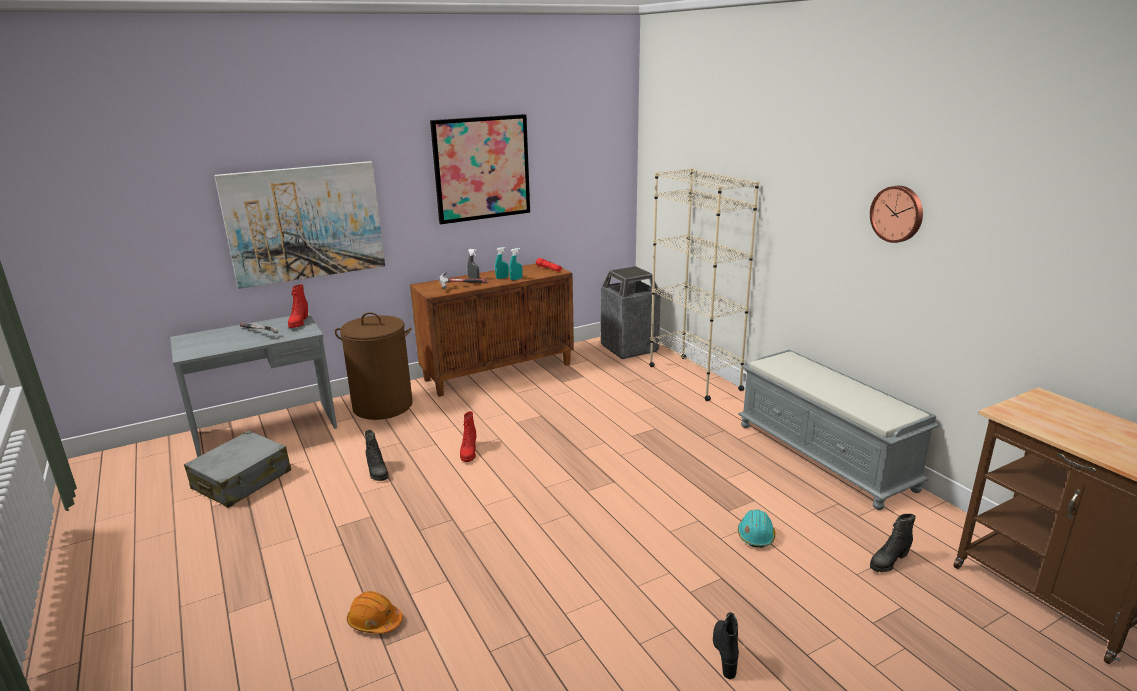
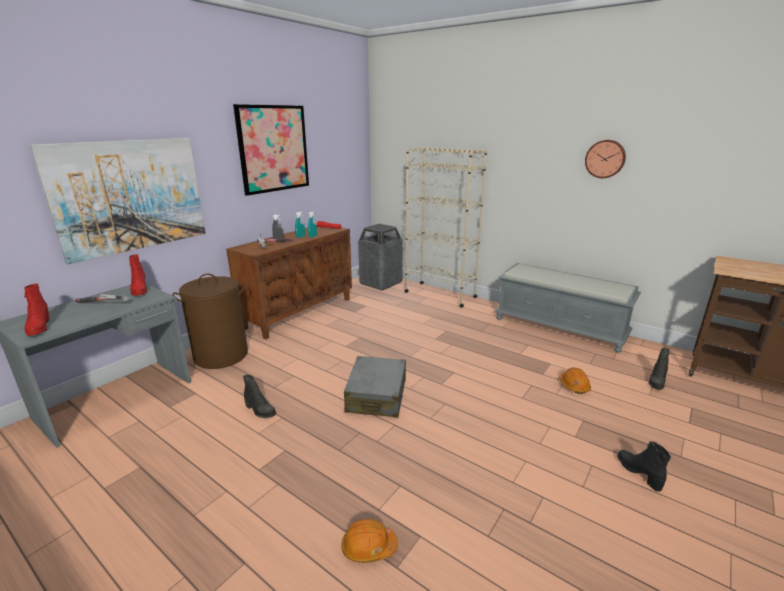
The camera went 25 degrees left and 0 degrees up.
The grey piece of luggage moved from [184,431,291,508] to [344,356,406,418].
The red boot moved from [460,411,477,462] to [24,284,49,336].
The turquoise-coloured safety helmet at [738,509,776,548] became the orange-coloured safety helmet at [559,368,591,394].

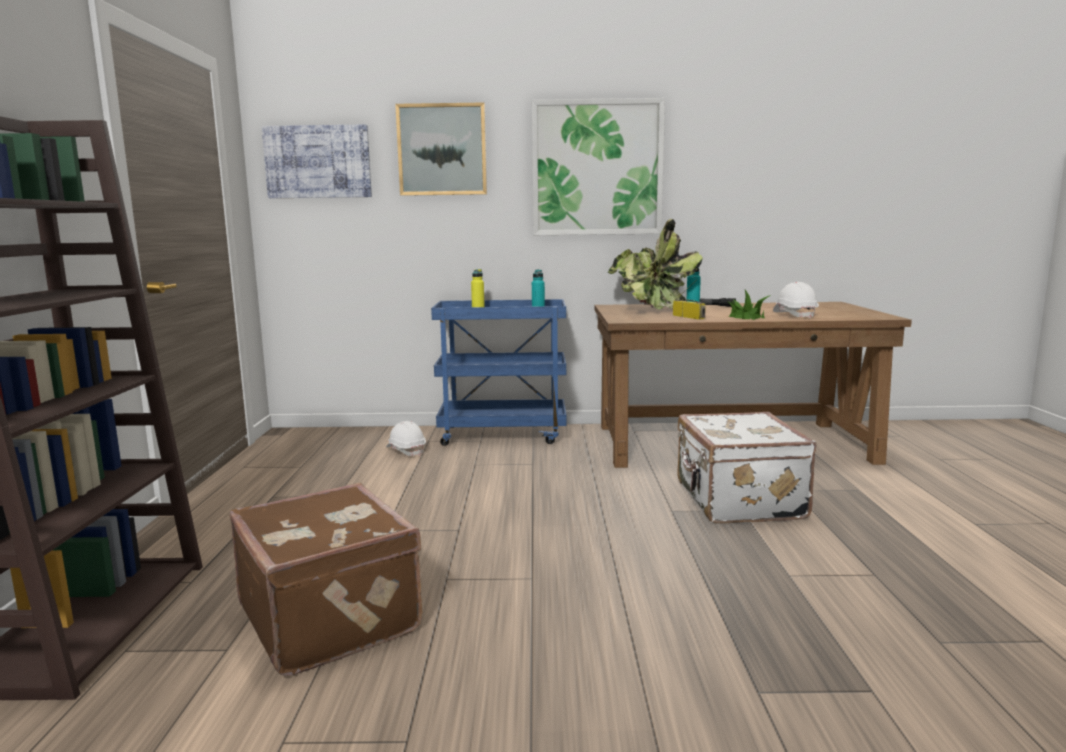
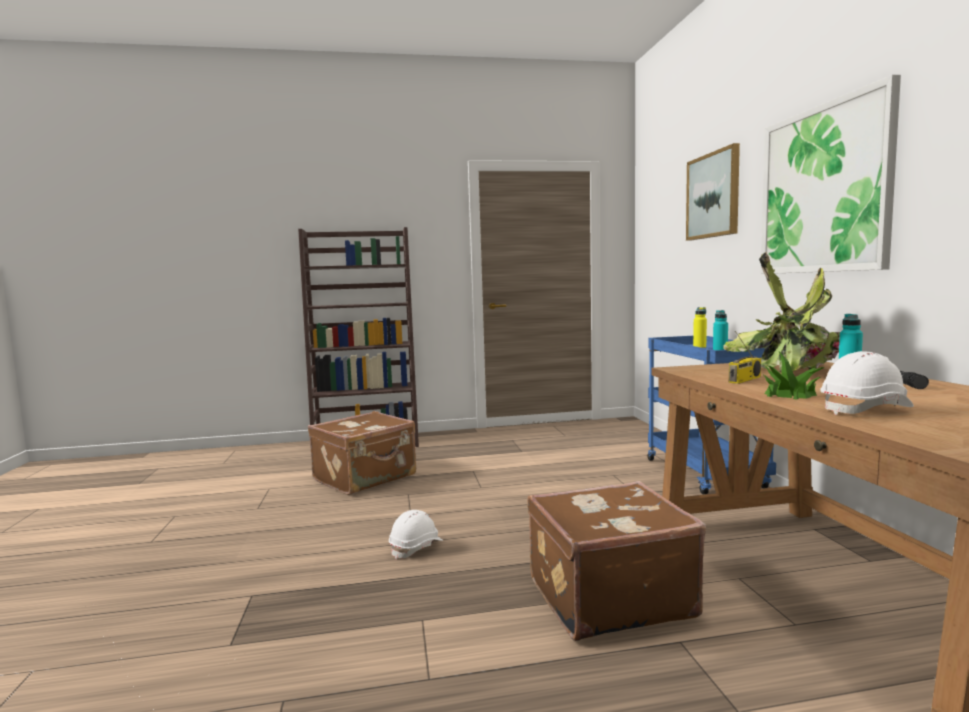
The camera went 80 degrees right and 5 degrees down.
The wall picture at [262,125,372,198] disappeared.
The white-coloured safety helmet moved from [386,421,426,456] to [389,510,443,560].
The white-coloured piece of luggage at [677,412,816,524] became the brownish piece of luggage at [528,481,706,641].

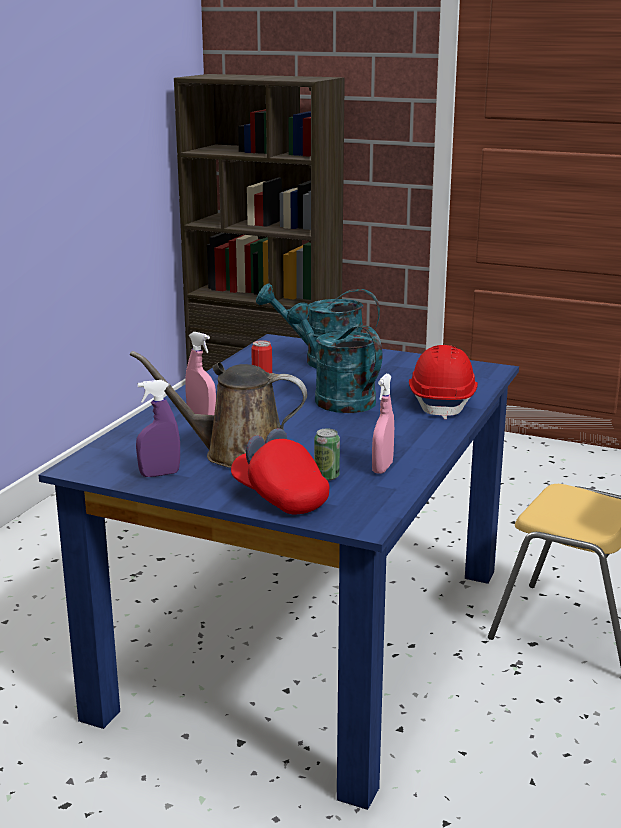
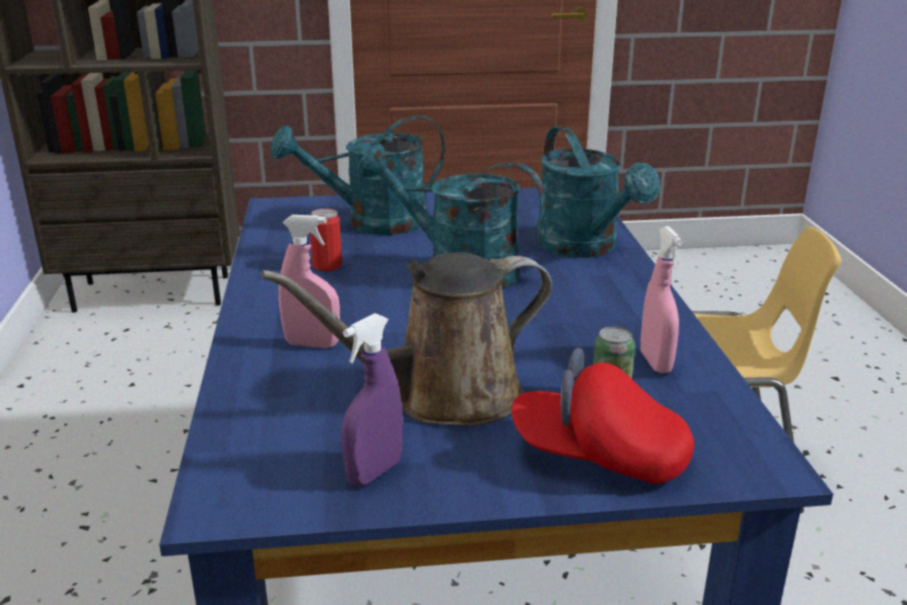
The camera went 30 degrees left and 5 degrees up.
The red safety helmet at [409,345,478,419] was replaced by the turquoise-coloured sprinkling can at [537,126,660,258].

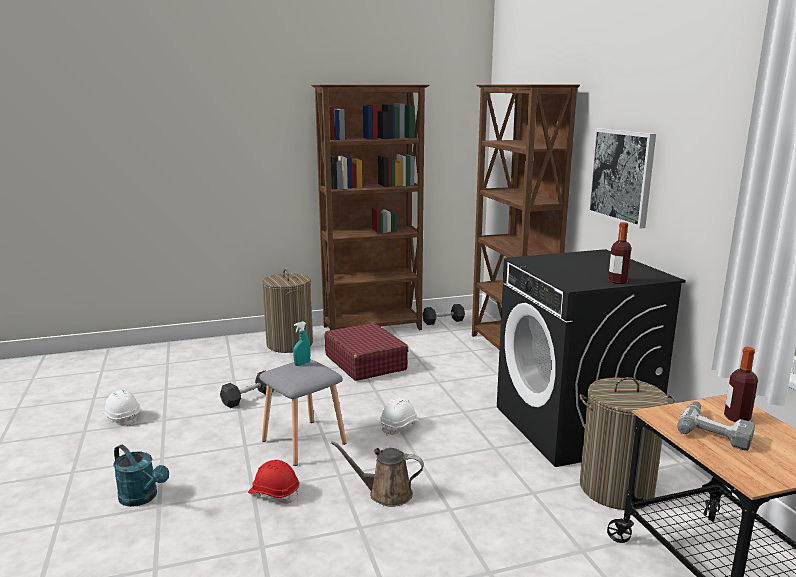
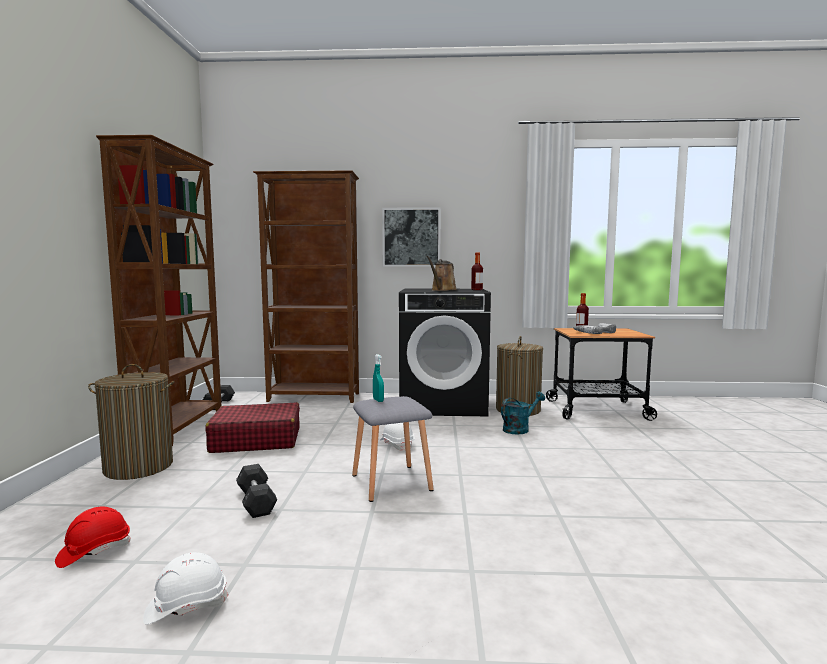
The camera went 70 degrees left and 10 degrees down.
The turquoise-coloured sprinkling can moved from [113,445,169,507] to [501,392,545,435].
The red safety helmet moved from [248,460,299,503] to [55,507,131,568].
The brownish sprinkling can moved from [331,441,424,507] to [427,256,457,291].

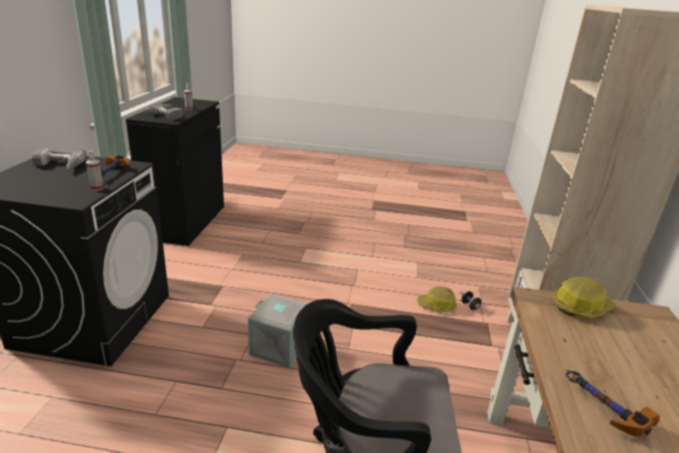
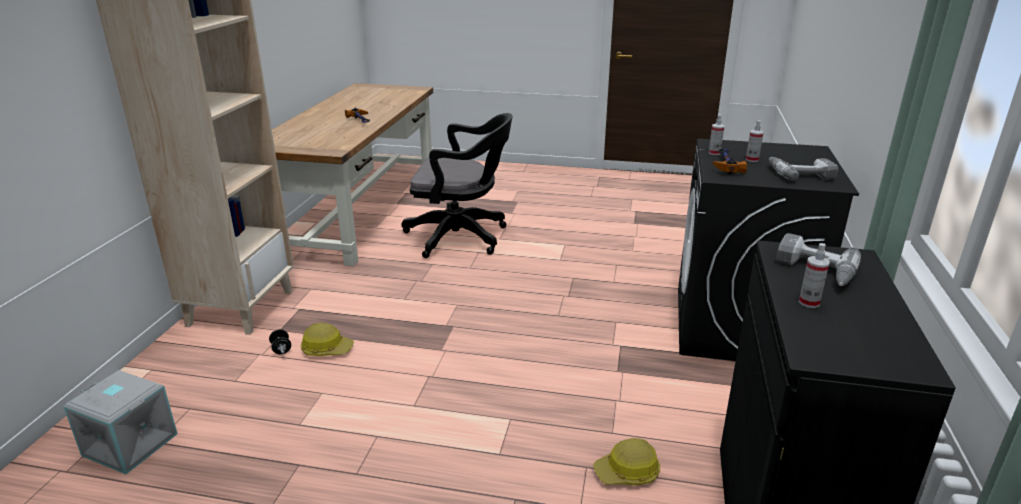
The camera went 175 degrees left and 0 degrees up.
The grey storage box moved from [248,294,307,368] to [63,370,177,474].
The safety helmet moved from [553,277,616,318] to [593,438,660,485].
The hand sprayer at [746,120,764,162] appeared.

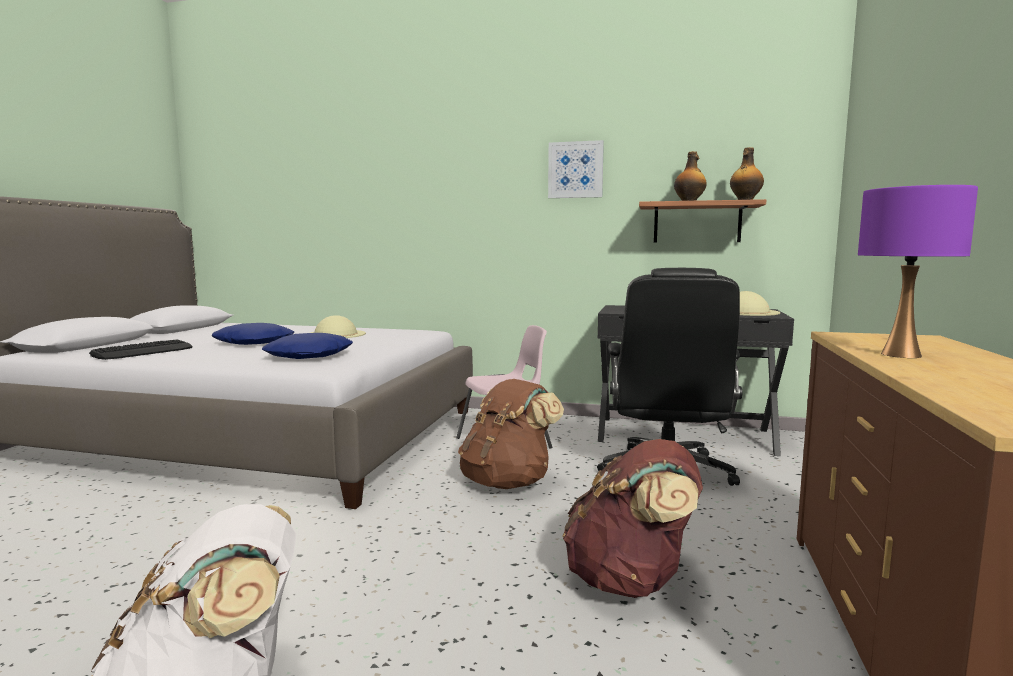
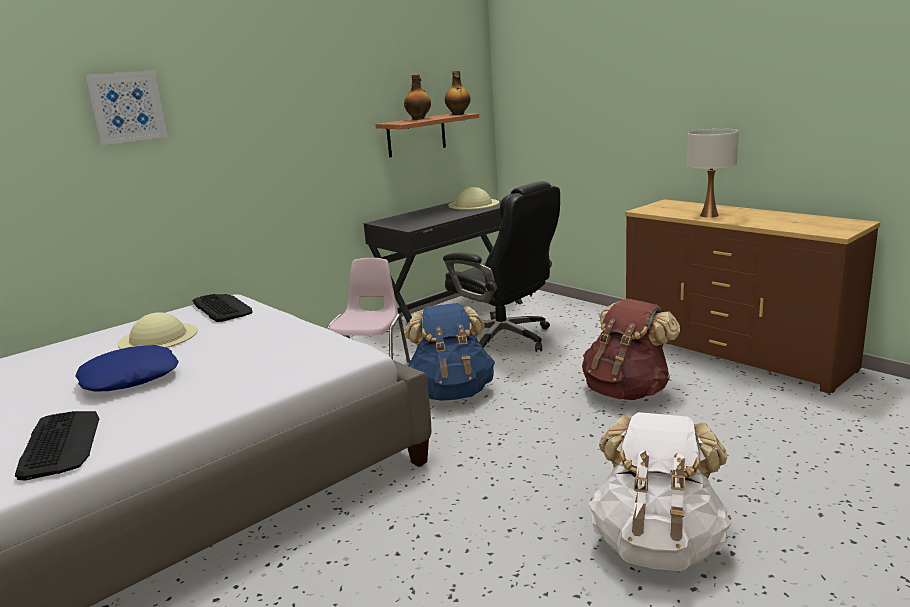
The camera went 55 degrees left and 10 degrees up.
The blue throw pillow at [262,333,353,359] disappeared.
The brownish rucksack at [458,379,564,489] became the blue rucksack at [404,303,495,401].
The wall picture moved from [548,140,604,198] to [84,70,168,145].
The purplish table lamp at [858,185,978,358] became the white-coloured table lamp at [687,129,739,218].
The computer keyboard at [193,294,253,322] appeared.

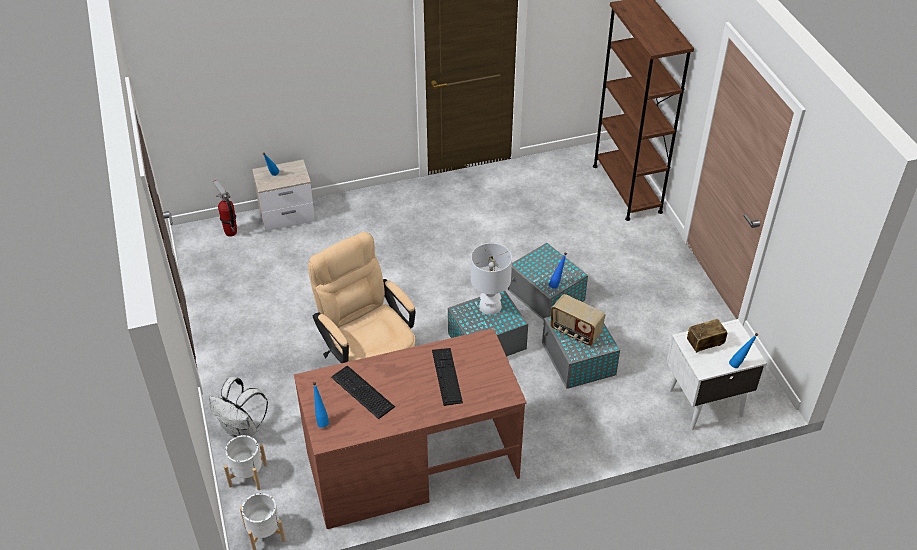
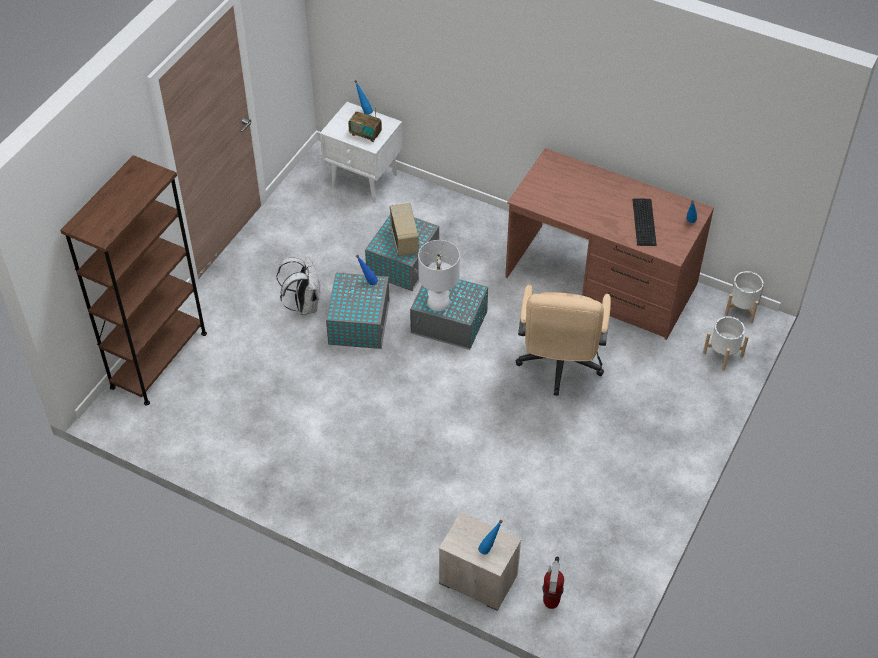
The camera went 135 degrees left and 5 degrees up.
The white-coloured rucksack moved from [209,377,268,438] to [276,257,320,315].
The computer keyboard at [432,348,463,406] disappeared.

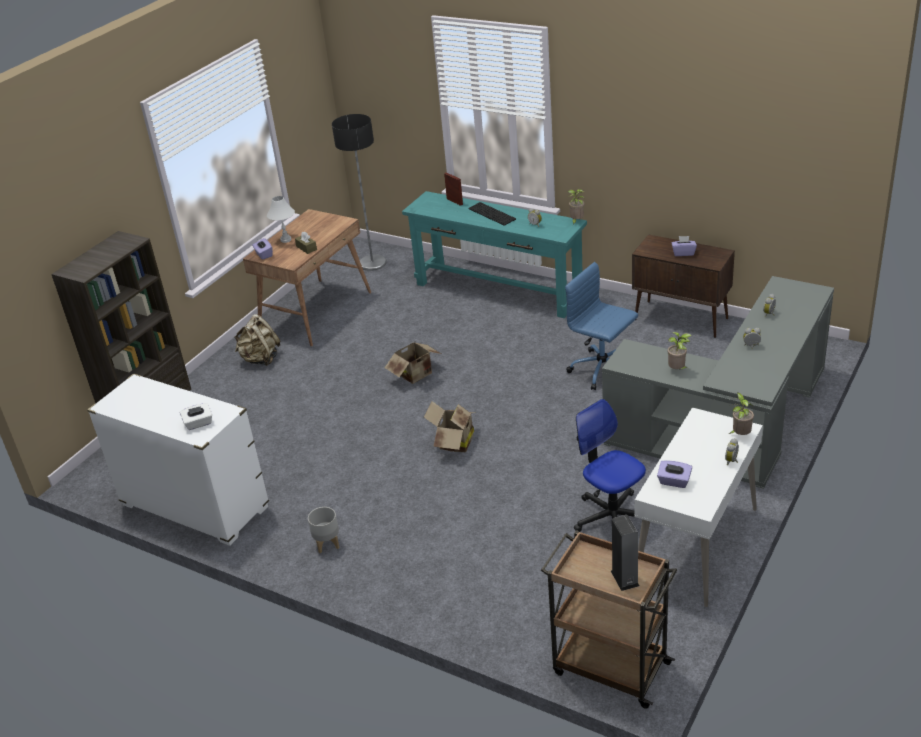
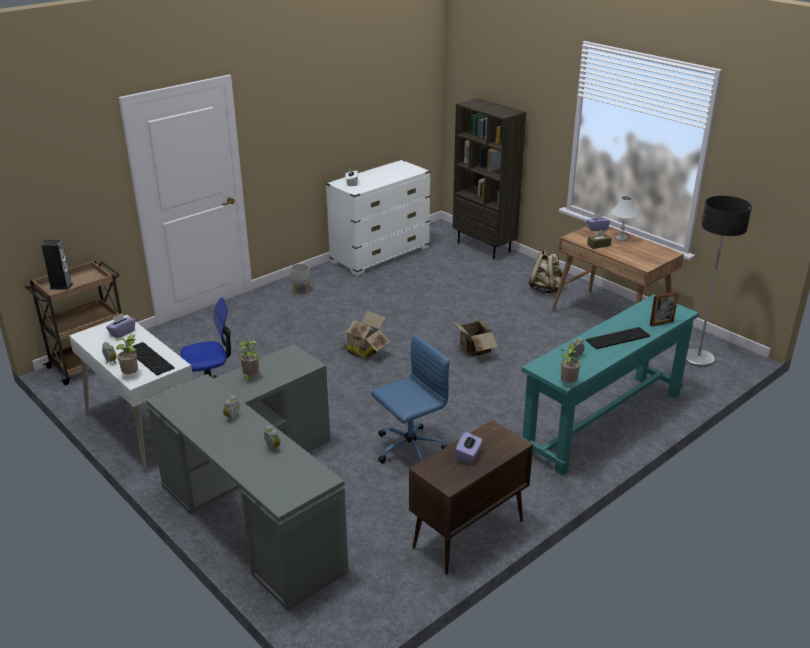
The camera went 105 degrees right and 5 degrees down.
The computer keyboard at [133,342,175,375] appeared.

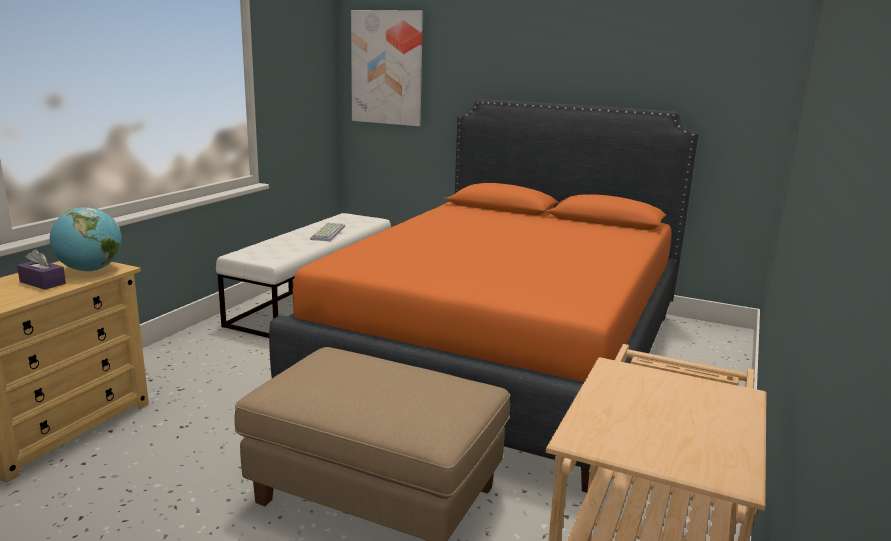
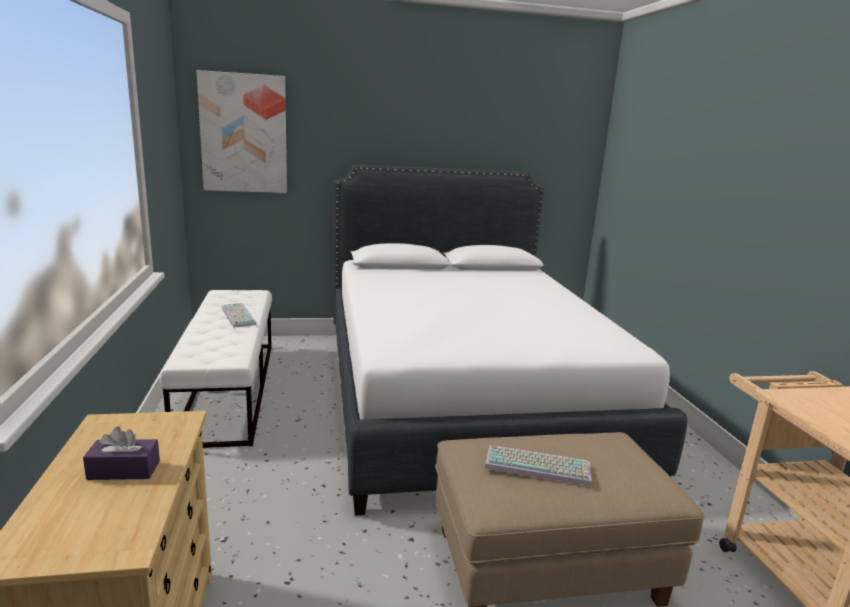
The camera went 35 degrees left and 0 degrees up.
The desk globe at [50,207,122,272] disappeared.
The orange-coloured sleeping bed at [269,99,699,493] became the white-coloured sleeping bed at [333,165,688,516].
The computer keyboard at [485,445,592,486] appeared.

